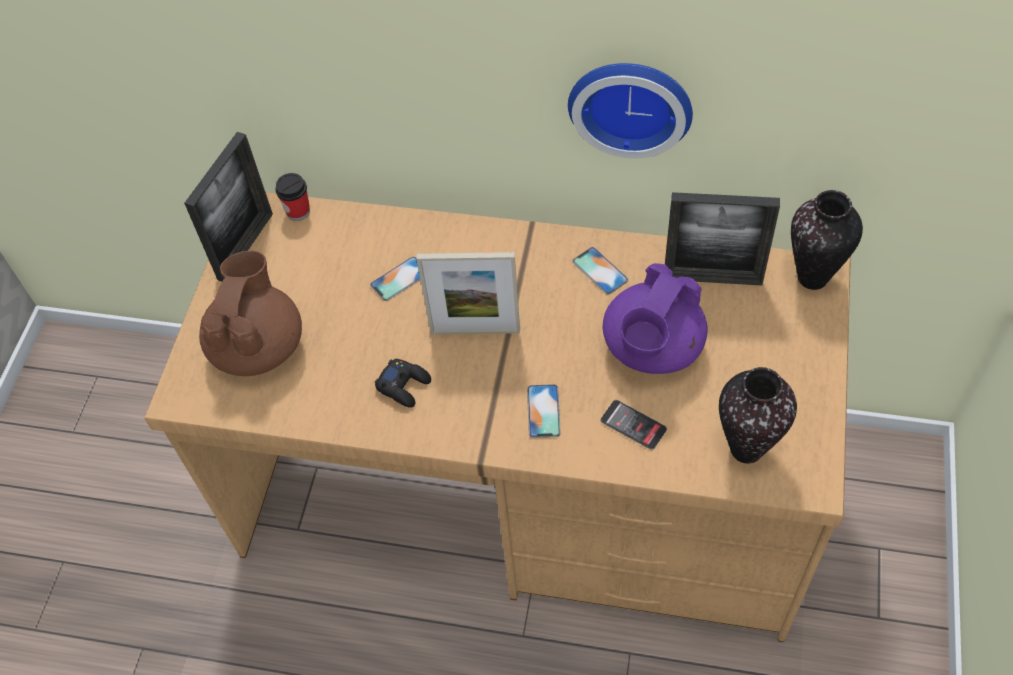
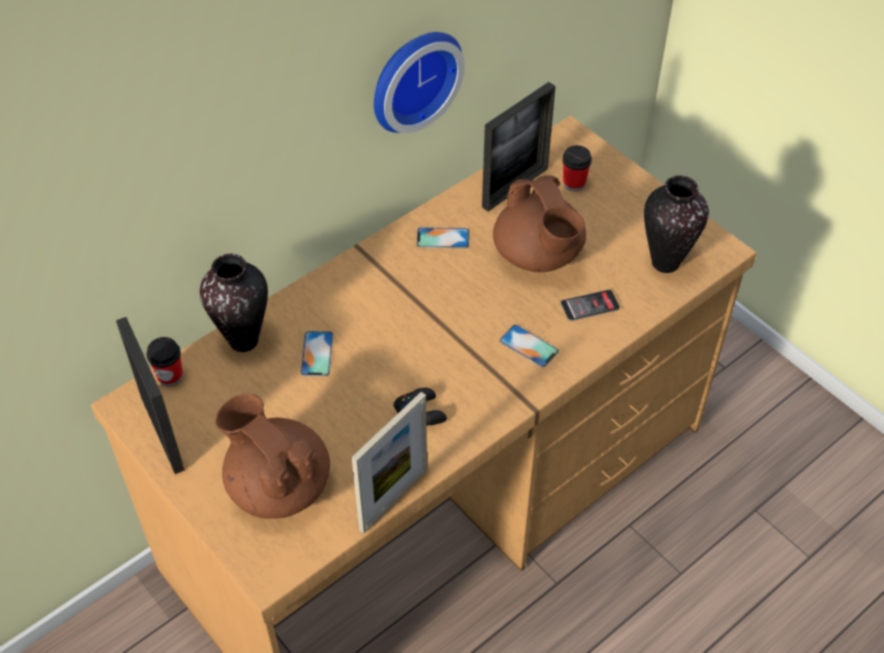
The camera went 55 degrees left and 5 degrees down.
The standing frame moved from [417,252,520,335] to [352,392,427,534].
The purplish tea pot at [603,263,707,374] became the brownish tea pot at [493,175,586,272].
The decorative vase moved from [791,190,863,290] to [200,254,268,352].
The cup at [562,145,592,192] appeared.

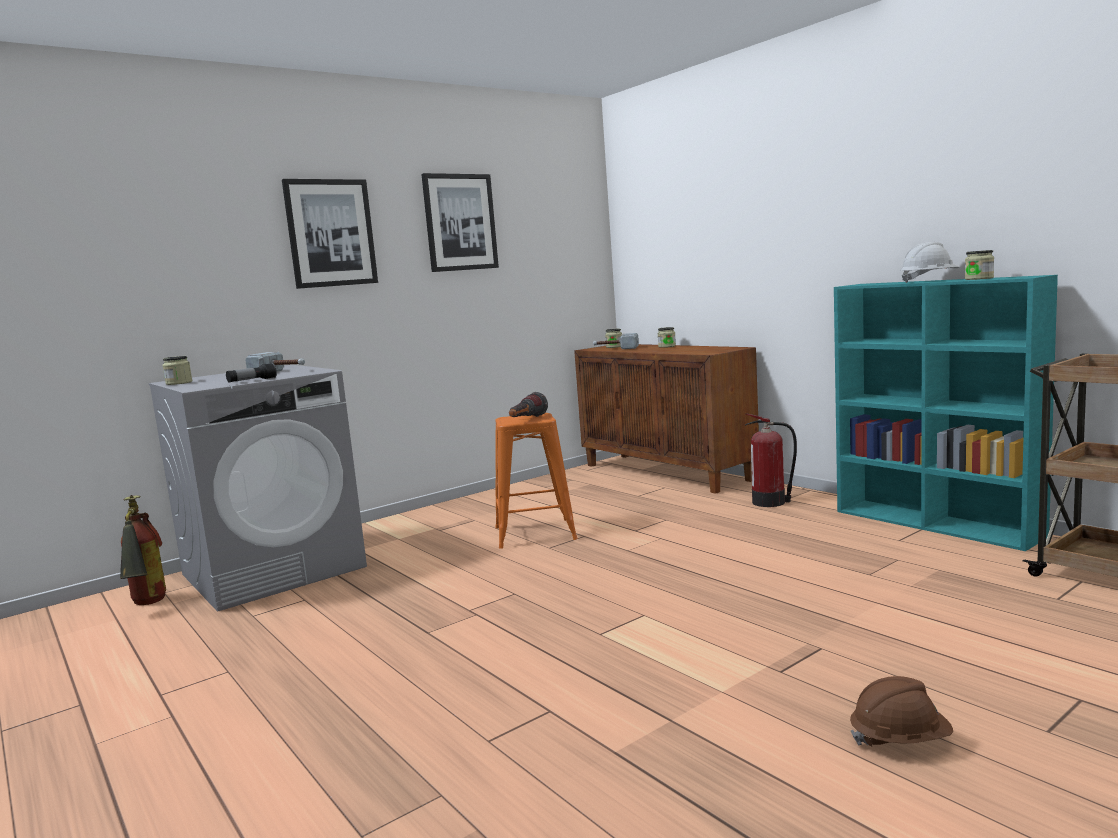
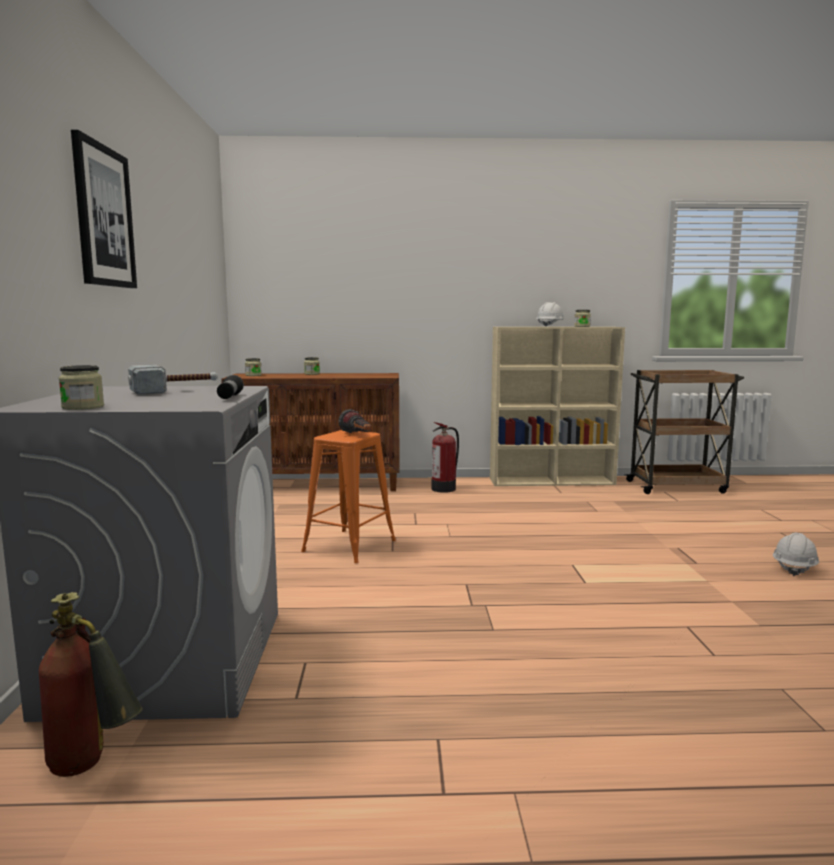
The camera went 55 degrees left and 0 degrees up.
The wall picture at [421,173,499,272] disappeared.
The hammer at [593,333,639,349] disappeared.
The turquoise-coloured shelving unit at [834,275,1058,551] became the sand-coloured shelving unit at [490,327,625,486].
The brownish safety helmet at [850,676,953,746] became the white-coloured safety helmet at [773,533,819,576].

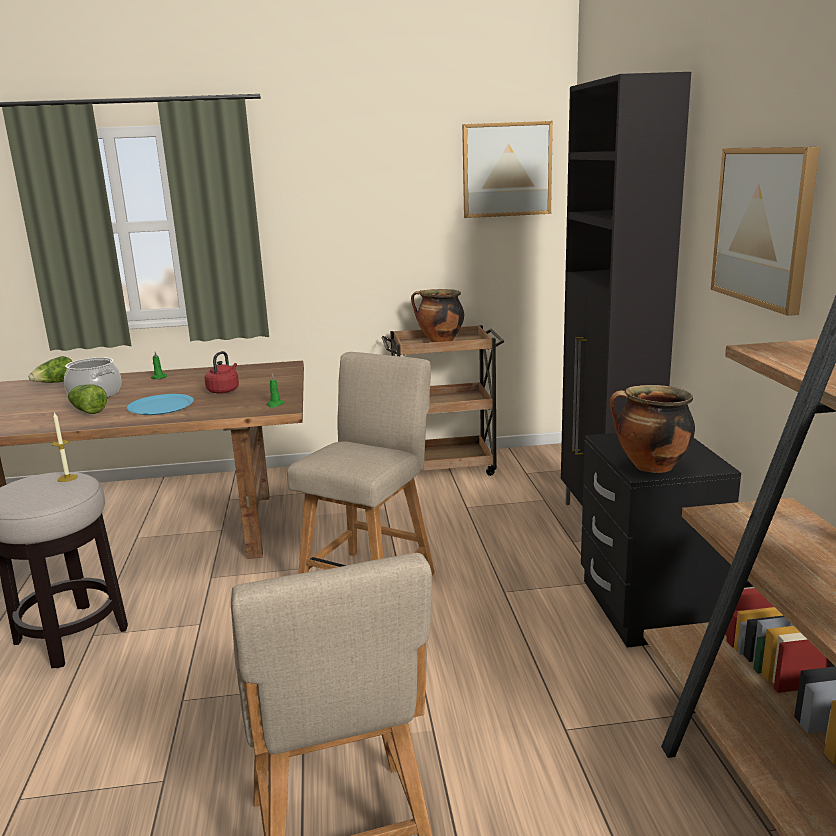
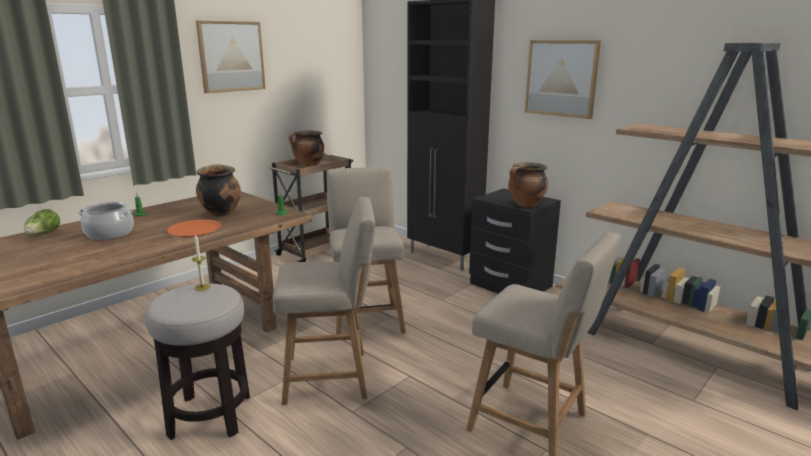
The camera went 40 degrees left and 0 degrees up.
The lettuce head at [68,384,107,414] disappeared.
The blue flat dish at [127,394,194,415] became the orange-coloured flat dish at [167,220,221,237].
The red water kettle at [205,351,239,394] was replaced by the cooking pot at [196,164,241,217].
The wall picture moved from [462,121,553,218] to [196,20,266,93].
The sand-coloured chair at [273,197,375,405] appeared.

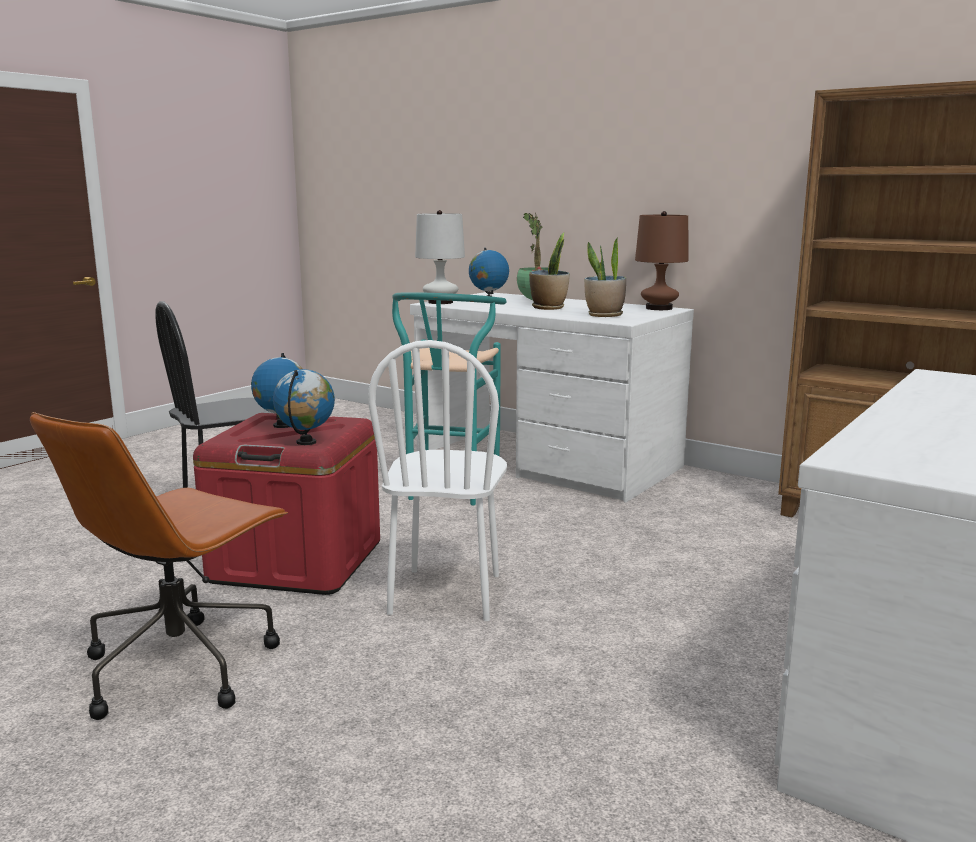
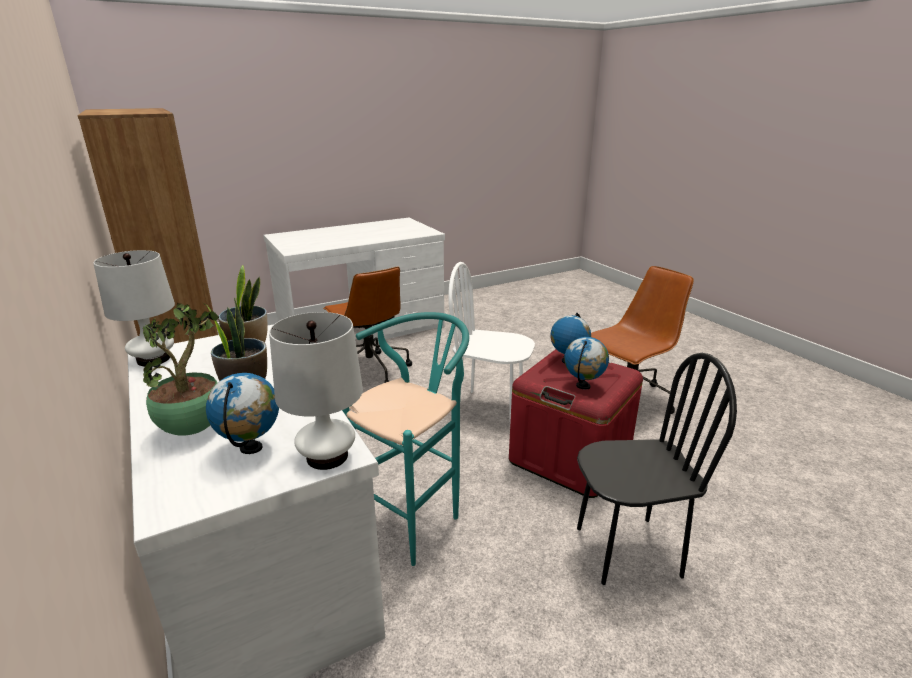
The camera went 155 degrees left and 10 degrees up.
The white-coloured chair at [368,340,507,621] turned 105 degrees counterclockwise.
The brownish table lamp at [635,211,688,310] became the white-coloured table lamp at [93,250,175,366].
The brownish computer chair at [323,267,412,383] appeared.

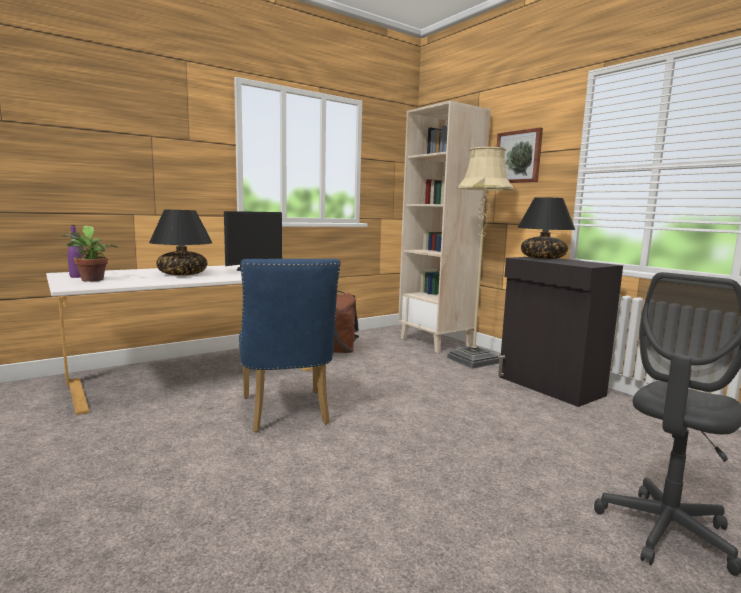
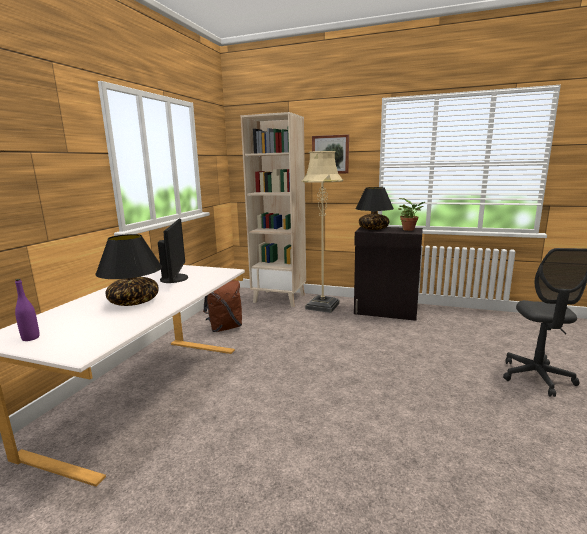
The camera went 35 degrees left and 5 degrees up.
The potted plant moved from [62,226,118,282] to [398,198,425,231].
The blue chair at [239,259,340,432] disappeared.

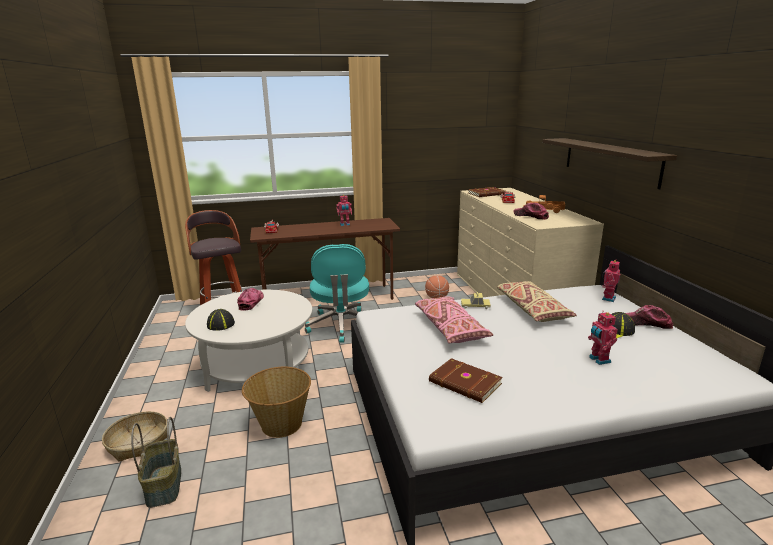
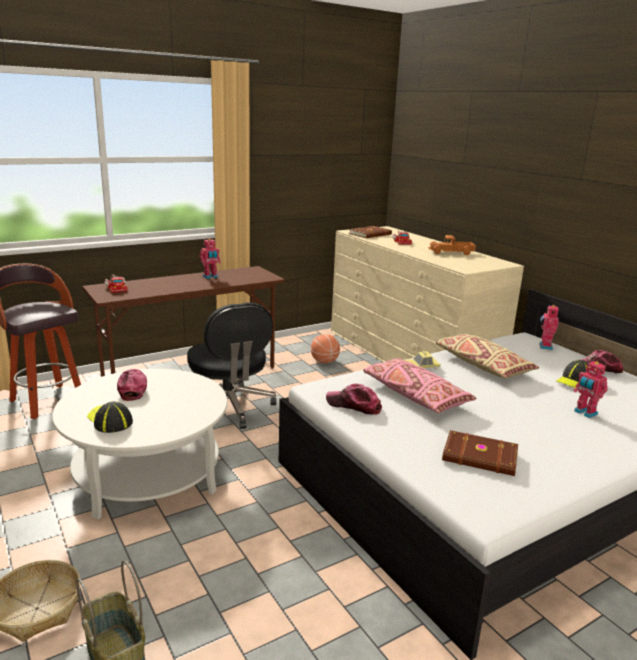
The camera went 20 degrees left and 0 degrees up.
The household basket at [242,367,311,438] disappeared.
The turquoise-coloured computer chair at [305,244,369,343] became the black-coloured computer chair at [187,303,277,429].
The baseball cap moved from [514,203,549,220] to [326,384,382,415].
The bracket shelf at [542,138,677,189] disappeared.

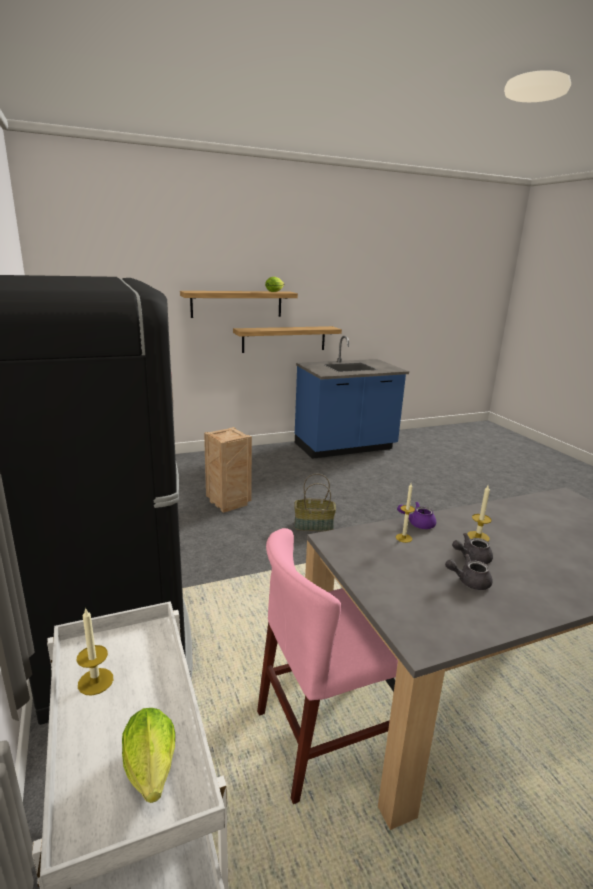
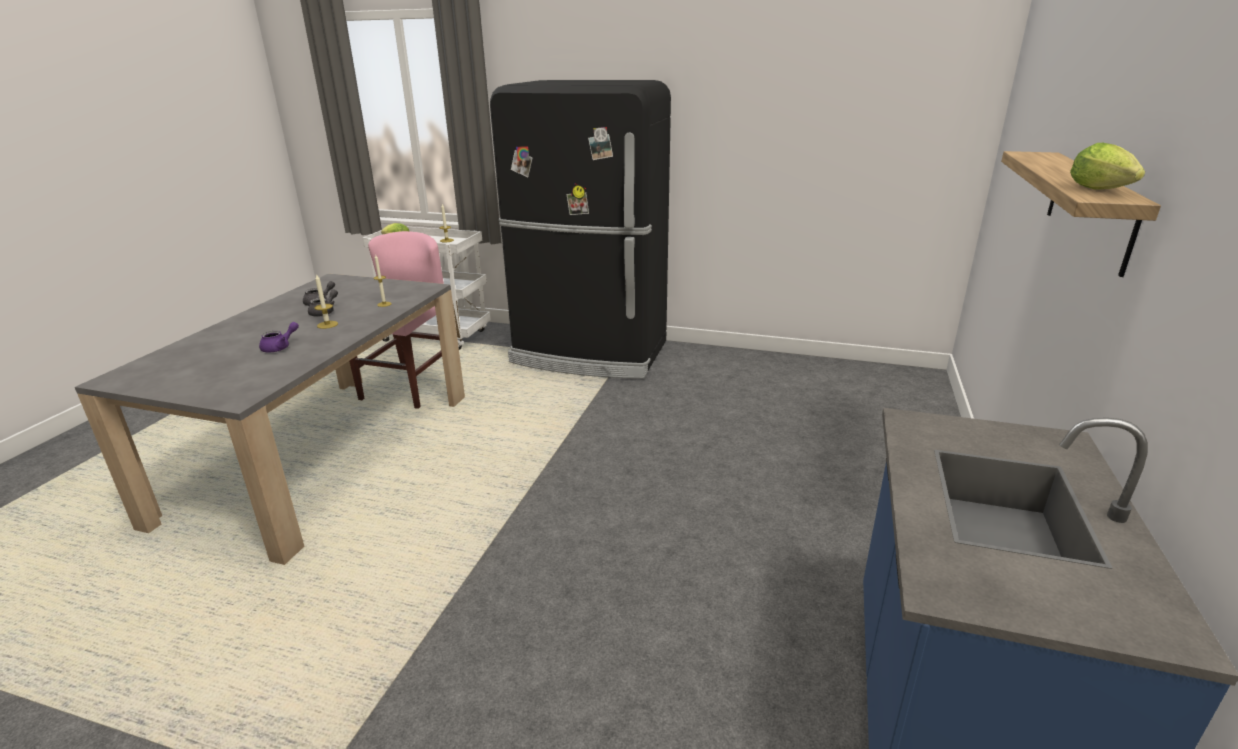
The camera went 130 degrees right and 5 degrees up.
The shipping crate at [204,427,252,513] disappeared.
The bracket shelf at [233,326,342,353] disappeared.
The household basket at [294,474,336,531] disappeared.
The purplish tea pot moved from [397,502,436,529] to [259,322,299,352].

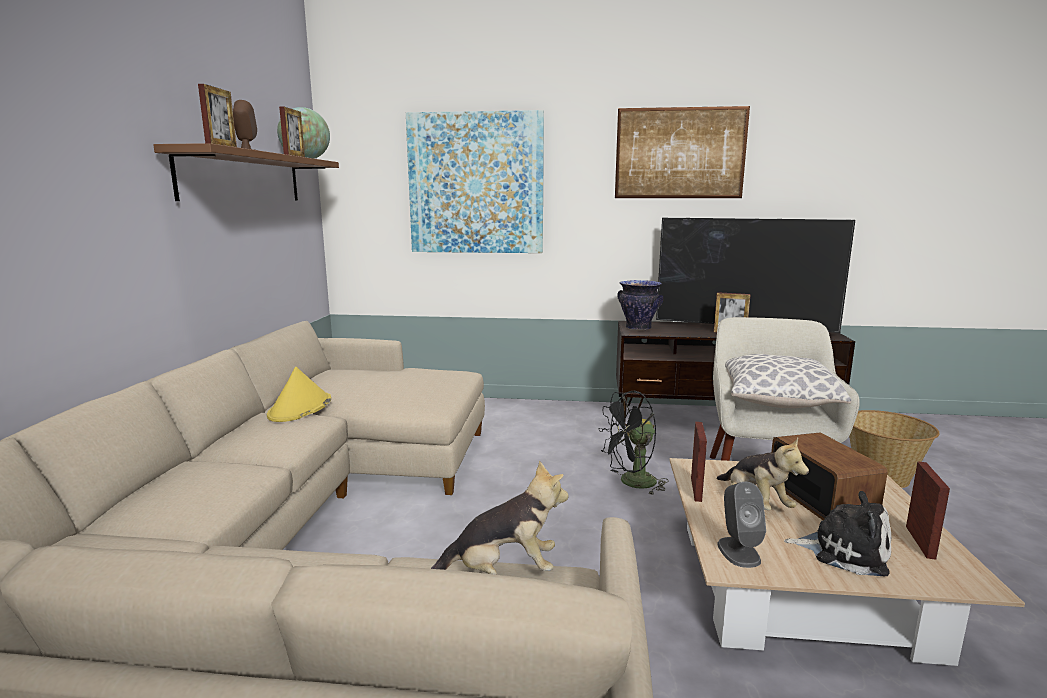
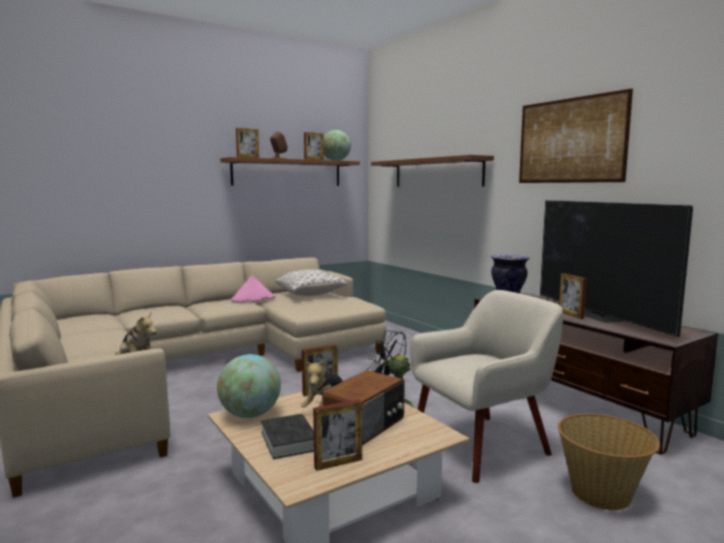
The camera went 50 degrees right and 5 degrees down.
The yellow clothing hat at [267,367,331,422] became the pink-coloured clothing hat at [231,275,275,302].
The wall picture at [406,110,544,253] was replaced by the brownish bracket shelf at [371,155,494,187].
The grey audio speaker at [717,482,766,568] was replaced by the desk globe at [217,354,281,418].
The throw pillow moved from [725,354,851,408] to [275,269,347,296].
The soft toy at [784,491,891,576] was replaced by the black-coloured book at [261,414,314,459].

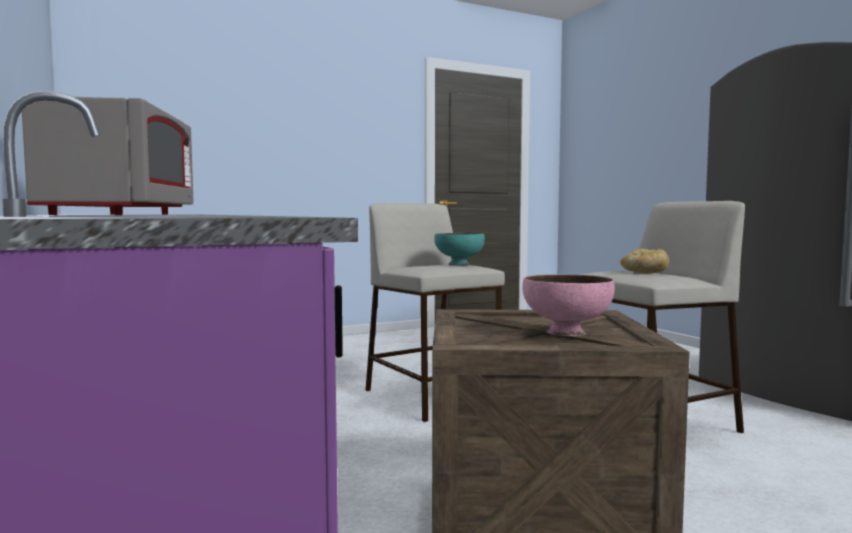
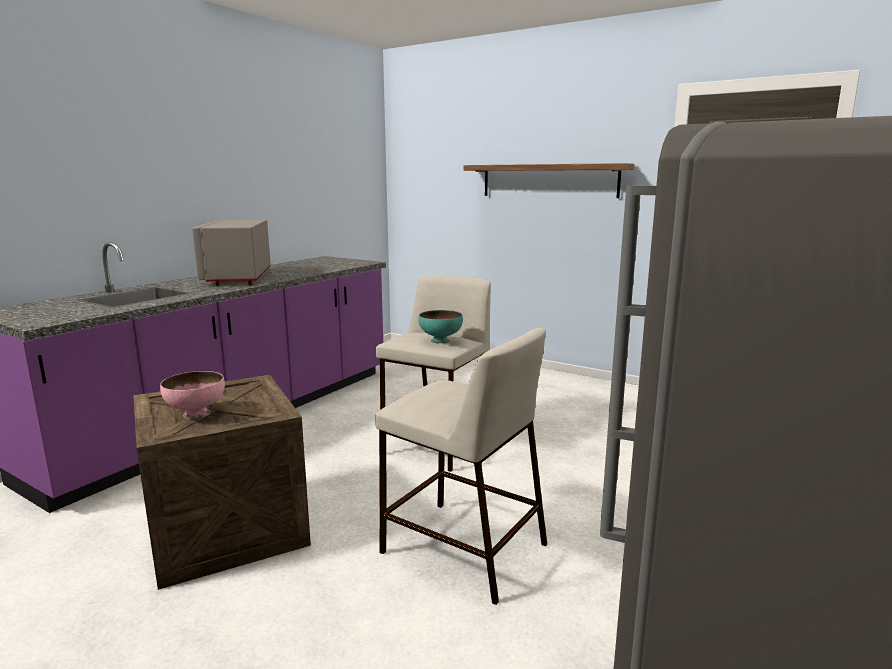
The camera went 60 degrees right and 10 degrees up.
The grey microwave oven at [22,97,193,215] turned 120 degrees clockwise.
The bakery bread at [620,249,669,273] disappeared.
The bracket shelf at [463,163,635,198] appeared.

